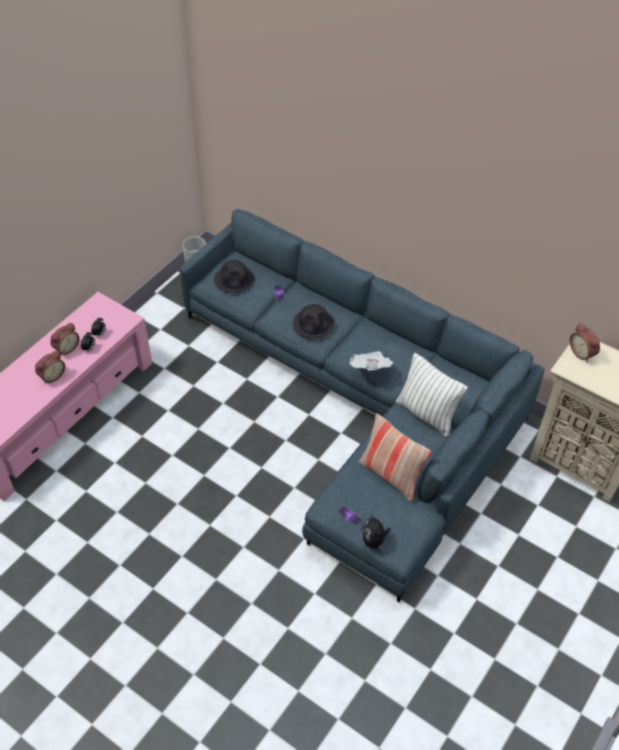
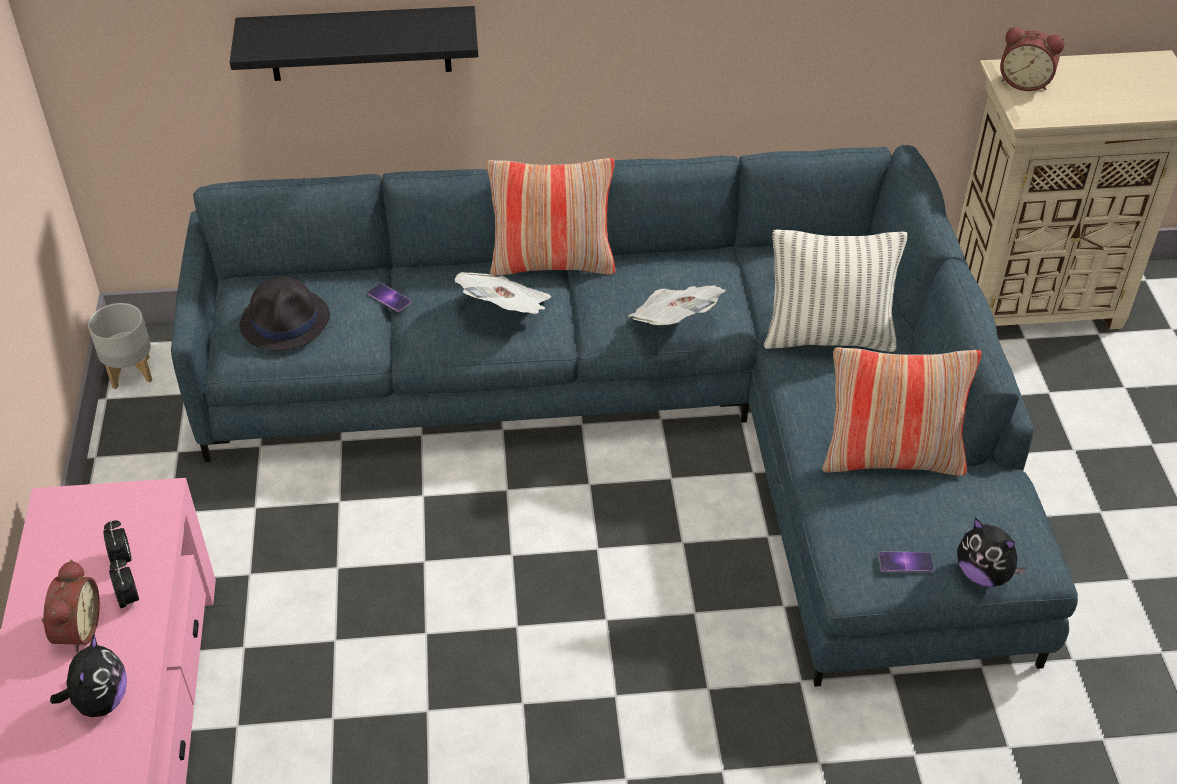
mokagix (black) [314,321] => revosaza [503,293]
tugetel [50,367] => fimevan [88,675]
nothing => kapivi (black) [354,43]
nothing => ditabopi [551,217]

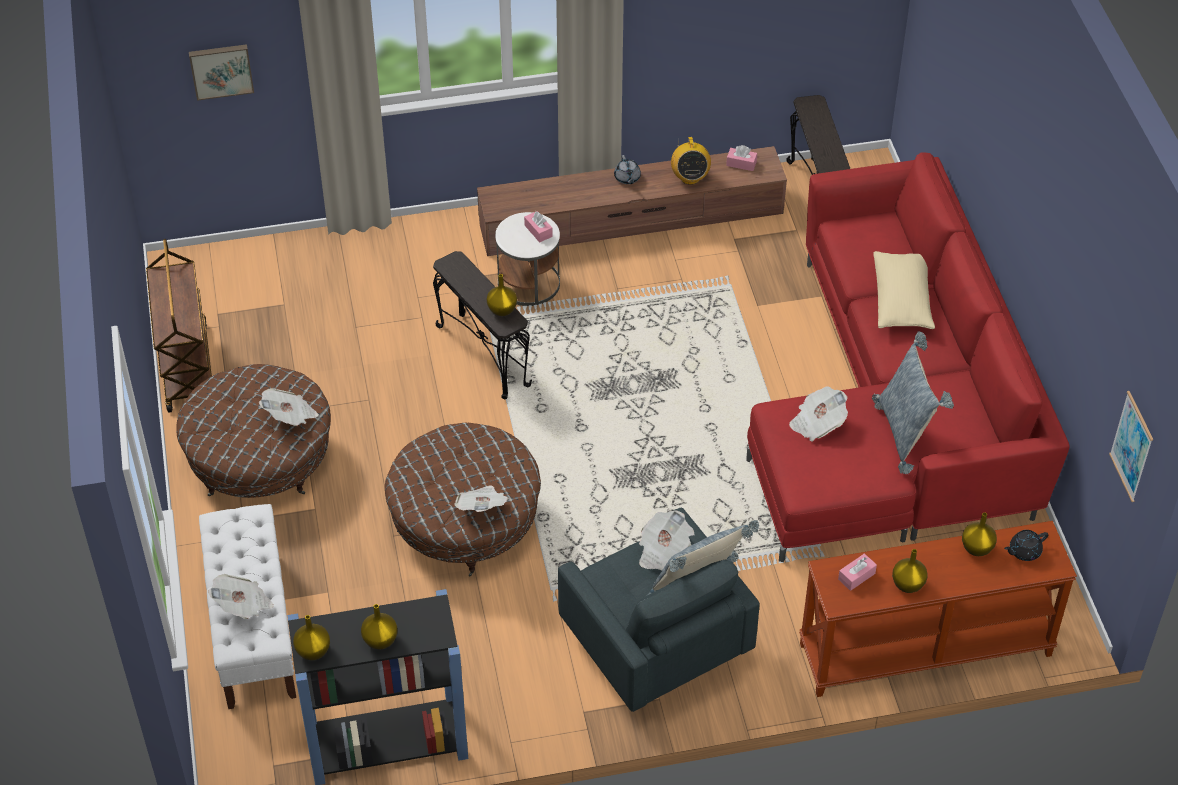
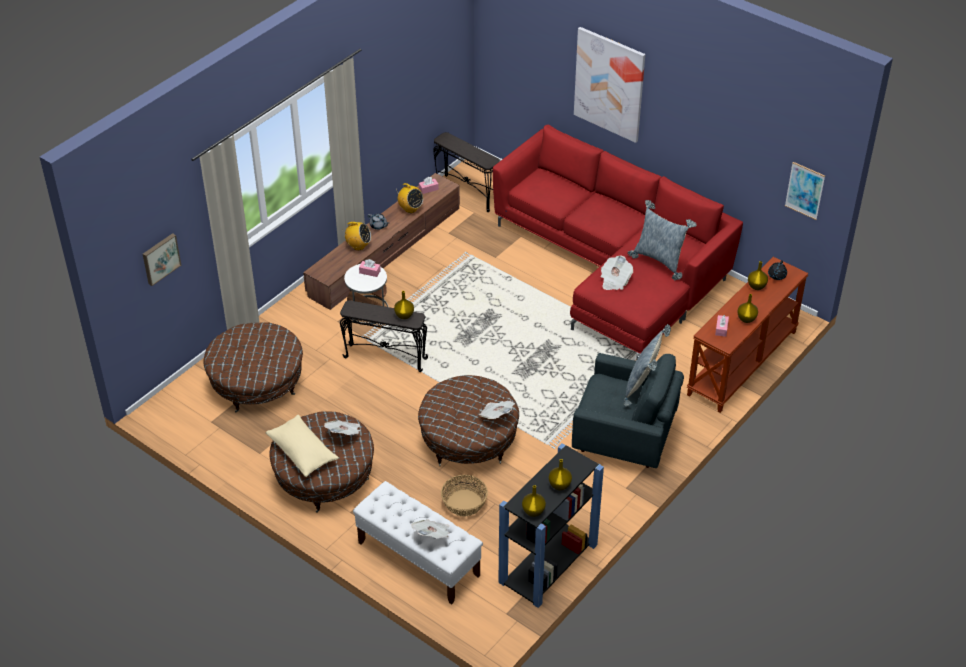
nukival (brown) [179,326] => nothing
ditabopi (beige) [904,290] => ditabopi (beige) [302,446], relocated
revosaza [666,541] => nothing
nothing => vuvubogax [609,85]
nothing => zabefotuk [357,236]
nothing => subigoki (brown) [253,367]
nothing => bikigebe [464,495]

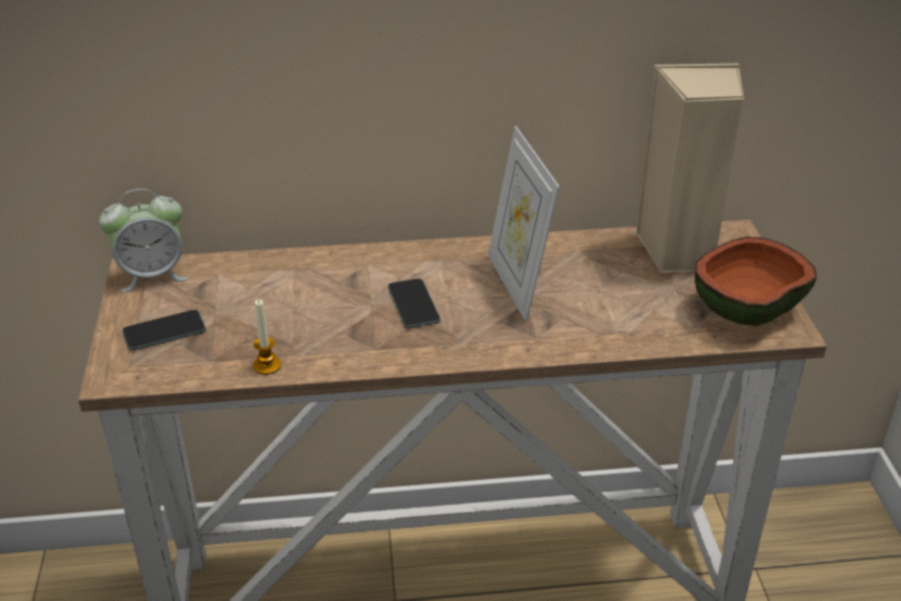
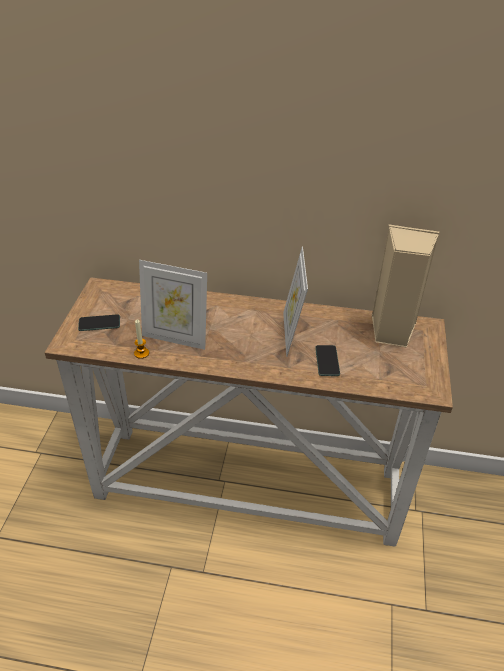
tugetel [144,240] => nothing
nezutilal [756,281] => nothing
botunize [414,303] => botunize [327,360], relocated
nothing => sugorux [173,305]

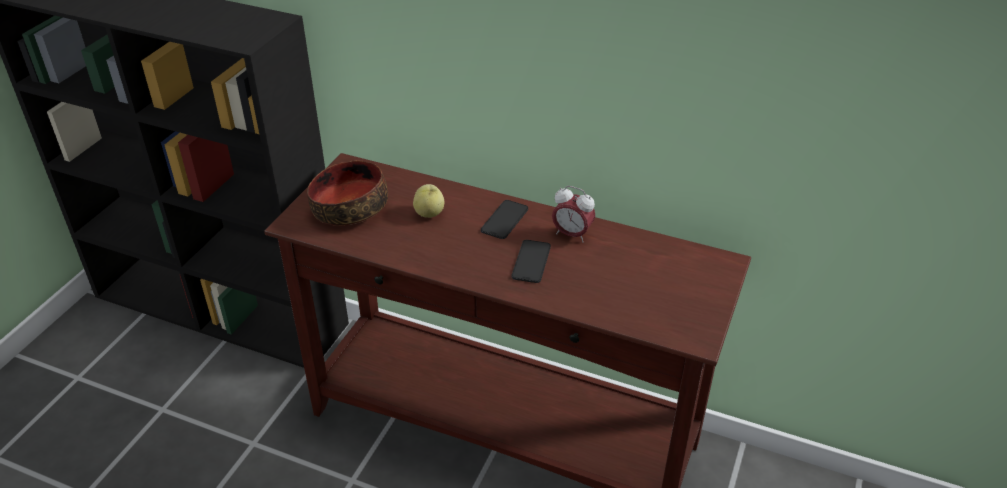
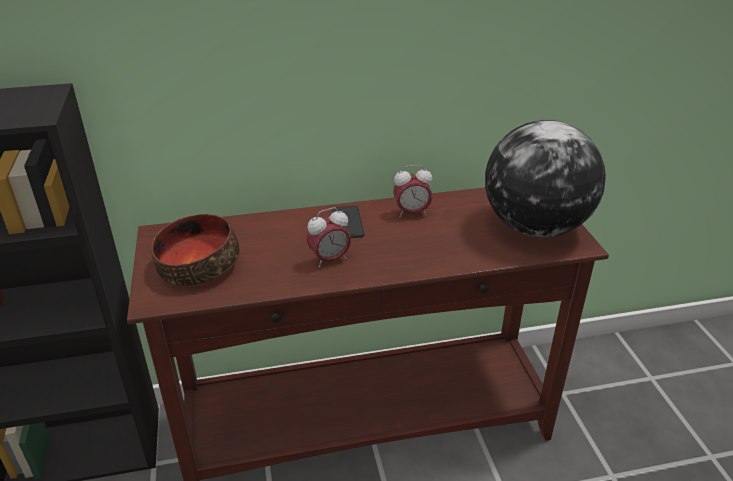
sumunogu [428,201] => nothing
botunize [531,261] => nothing
nothing => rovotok [545,178]
nothing => tugetel [329,238]

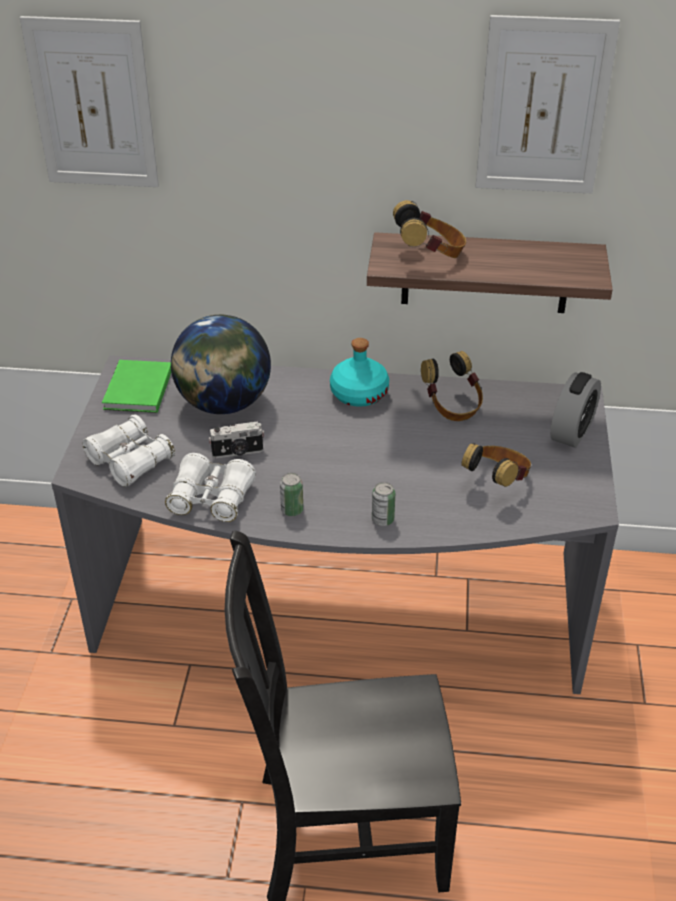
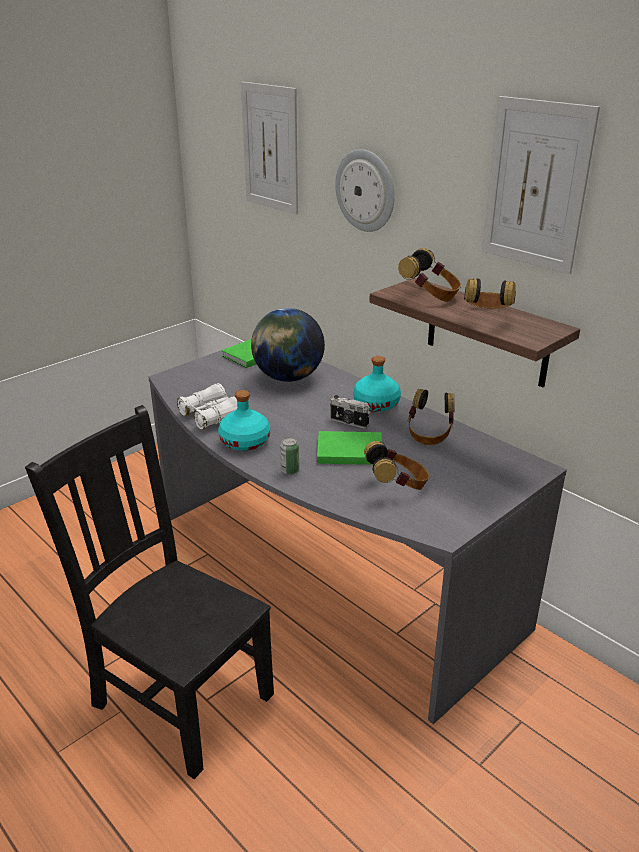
tugetel [575,410] => nothing
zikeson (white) [128,450] => nothing
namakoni [236,440] => namakoni [350,411], relocated
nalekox [291,494] => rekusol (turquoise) [244,420]
nothing => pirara [365,190]
nothing => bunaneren [490,293]
nothing => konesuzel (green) [349,448]

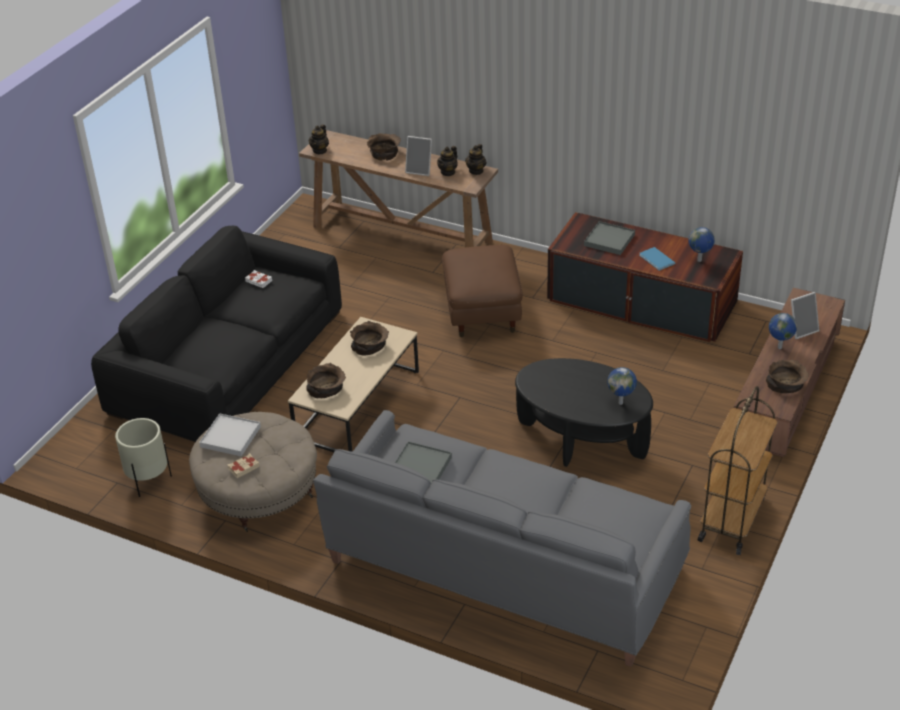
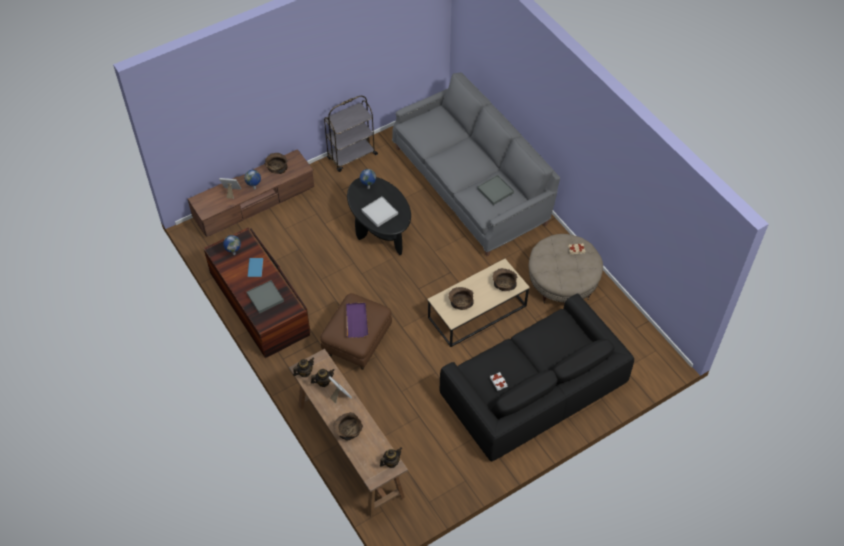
nukival (brown) [738,470] => nukival (grey) [351,134]
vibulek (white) [230,434] => vibulek (white) [379,212], relocated
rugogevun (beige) [143,457] => nothing
nothing => vibulek (purple) [357,320]

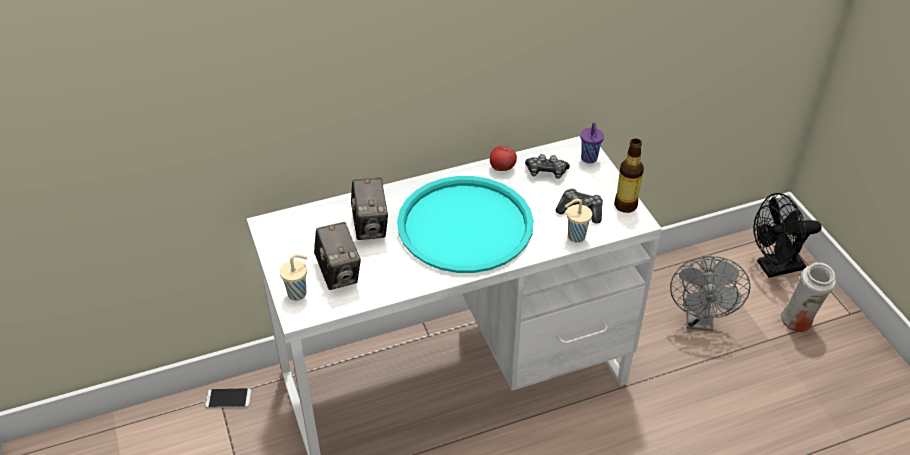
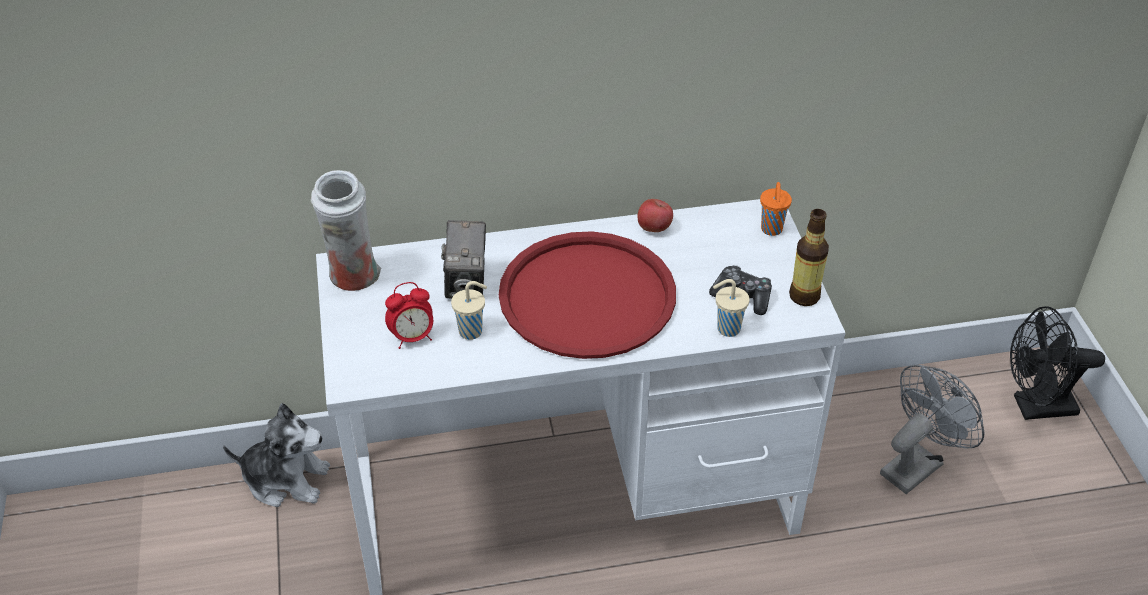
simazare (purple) [592,143] => simazare (orange) [776,209]
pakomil [547,166] => nothing
vibulek (turquoise) [465,224] => vibulek (red) [587,295]
namakoni [337,256] => tugetel [409,315]
simazare (beige) [293,277] => simazare (beige) [469,310], relocated
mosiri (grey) [710,293] => mosiri (grey) [932,429], 150 degrees counterclockwise
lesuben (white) [808,297] => lesuben (white) [346,230], relocated
botunize [228,398] => fimevan [276,455]

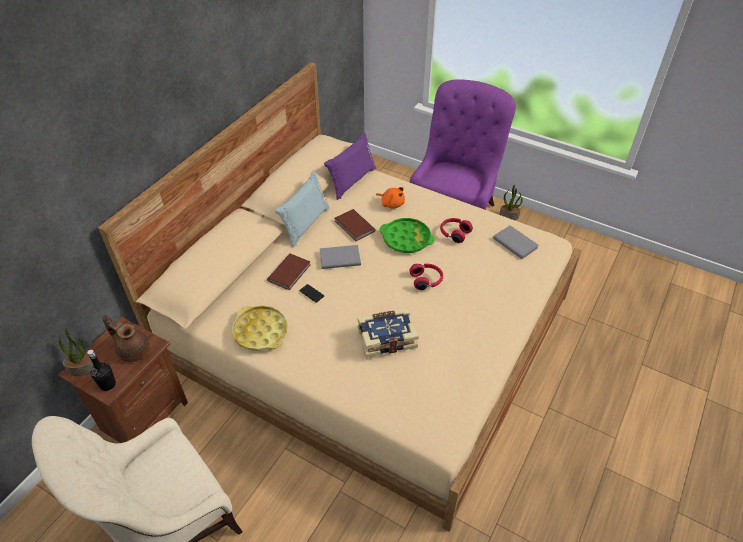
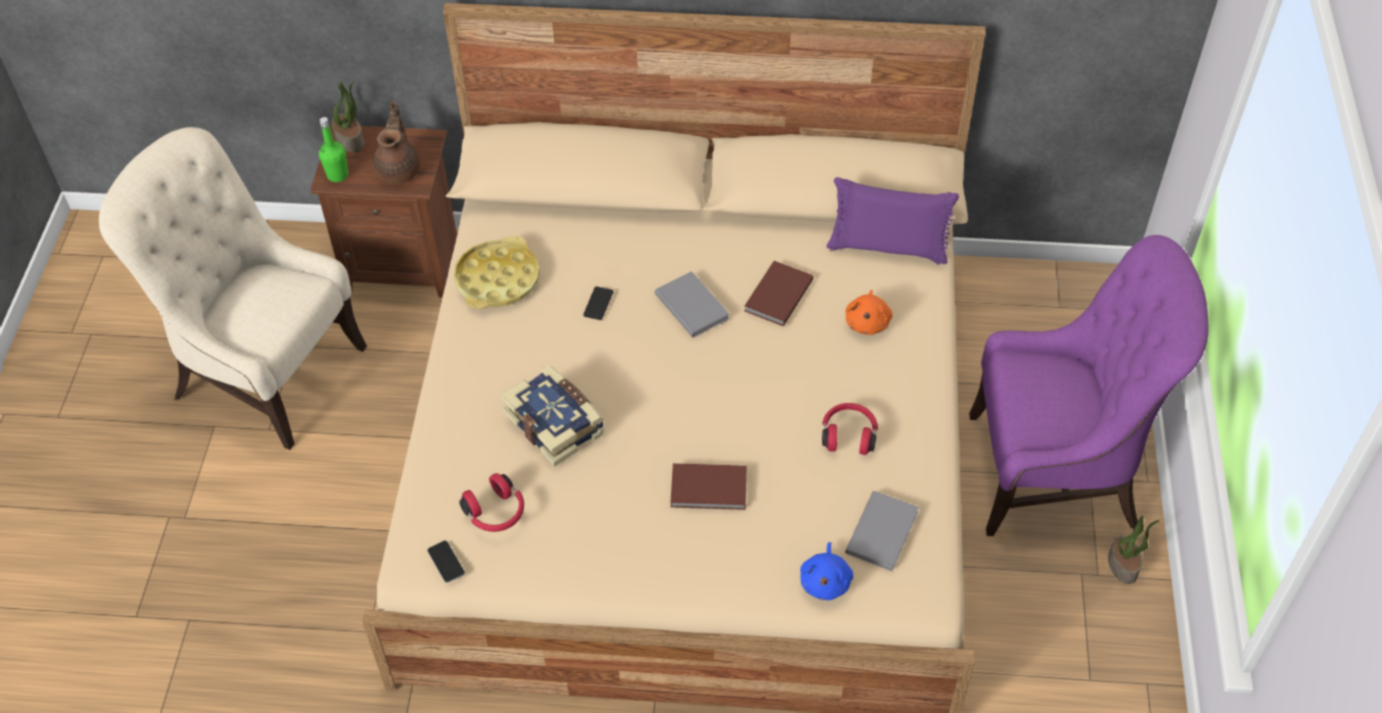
ditabopi (blue) [302,209] => nothing
vibulek (green) [407,235] => nothing
konesuzel (brown) [289,271] => konesuzel (brown) [708,486], relocated
bunaneren (red) [426,277] => bunaneren (red) [491,502], relocated
rekusol (black) [101,370] => rekusol (green) [333,149]
nothing => botunize [446,562]
nothing => fimevan (blue) [826,571]

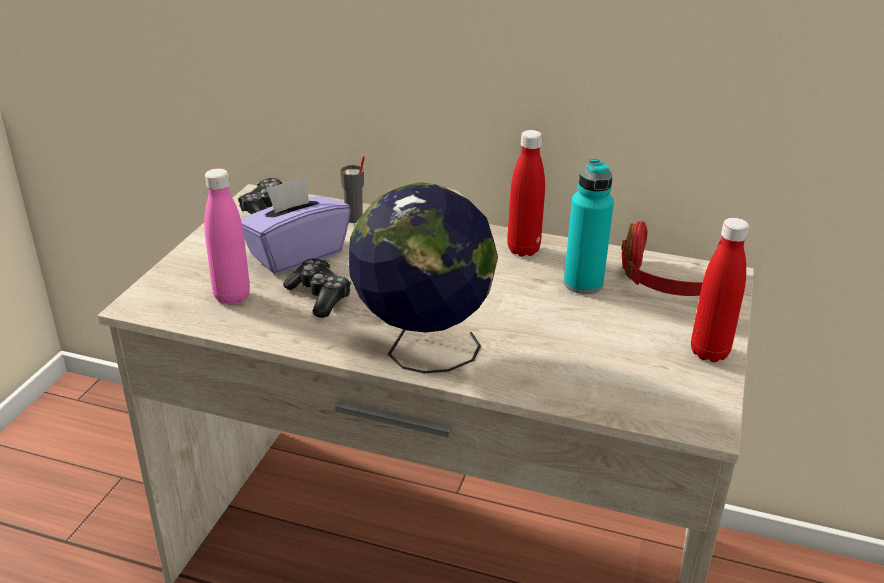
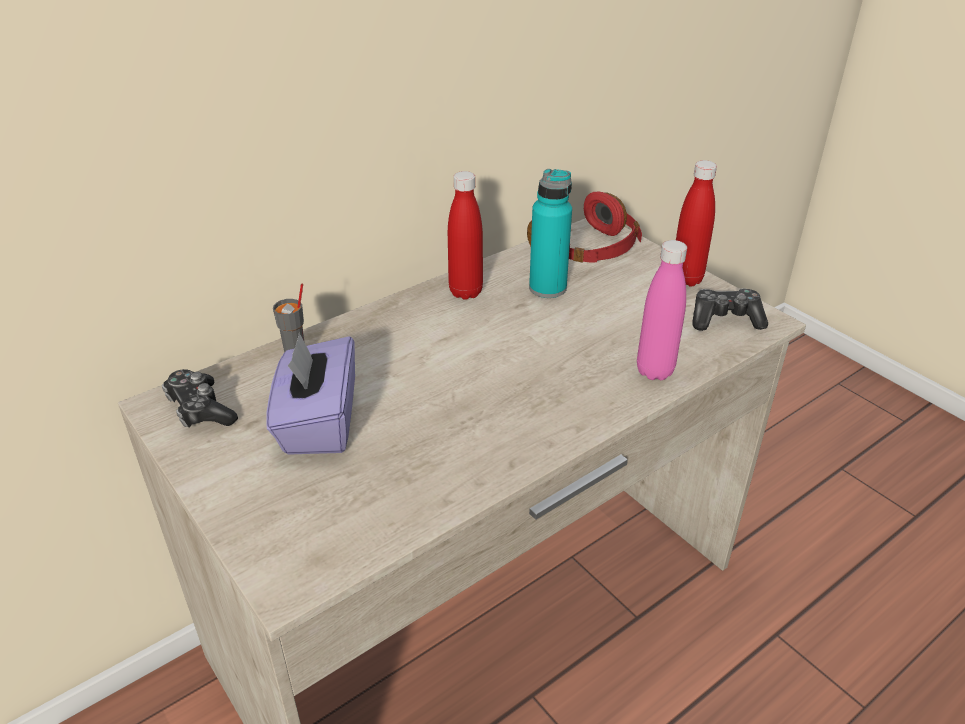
rekusol (pink) [227,236] => rekusol (pink) [662,310], relocated
rovotok [423,278] => nothing
pakomil [317,288] => pakomil [730,309], relocated

